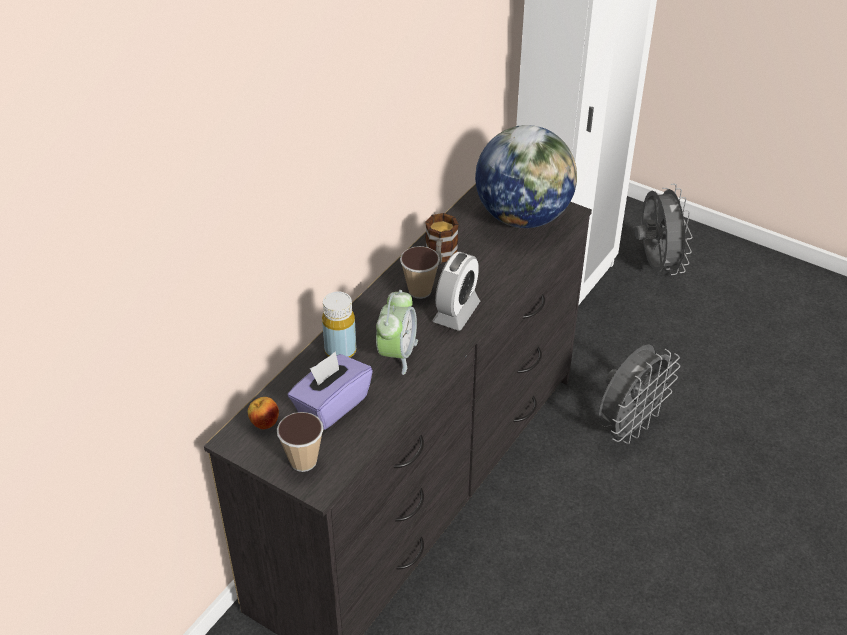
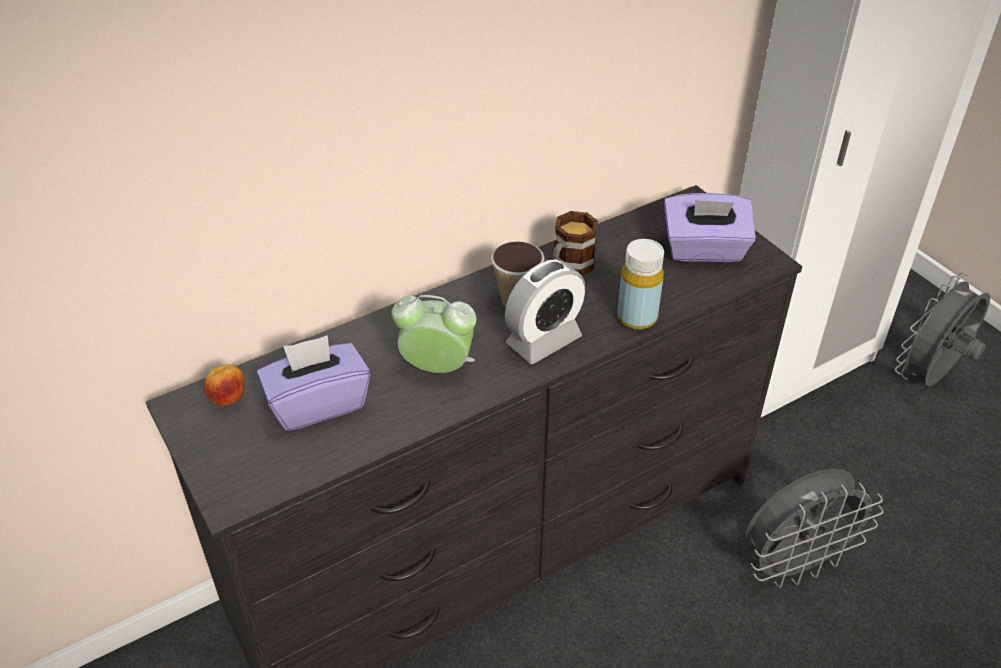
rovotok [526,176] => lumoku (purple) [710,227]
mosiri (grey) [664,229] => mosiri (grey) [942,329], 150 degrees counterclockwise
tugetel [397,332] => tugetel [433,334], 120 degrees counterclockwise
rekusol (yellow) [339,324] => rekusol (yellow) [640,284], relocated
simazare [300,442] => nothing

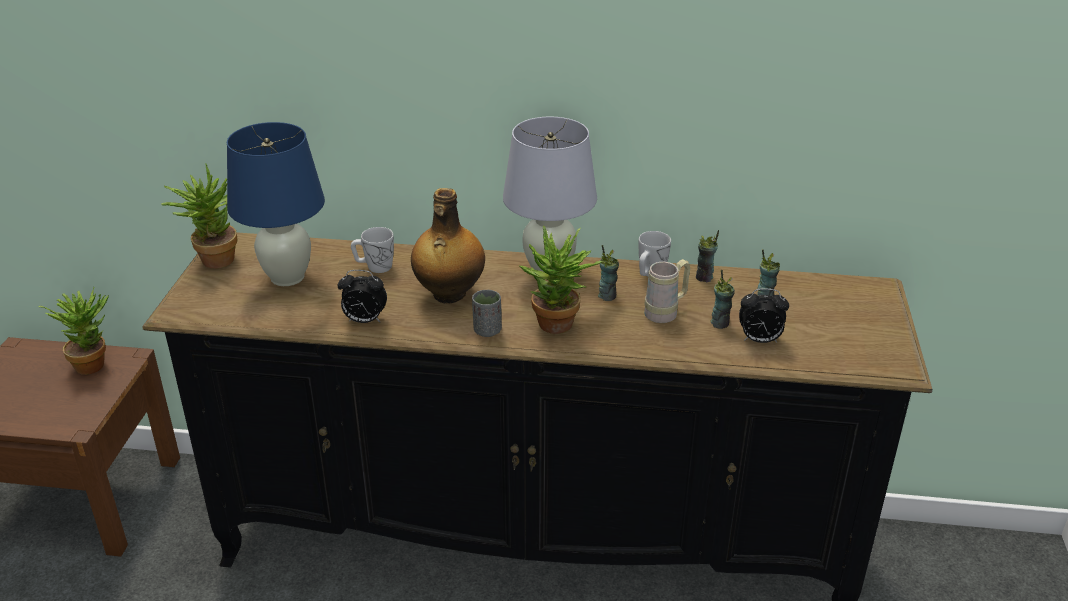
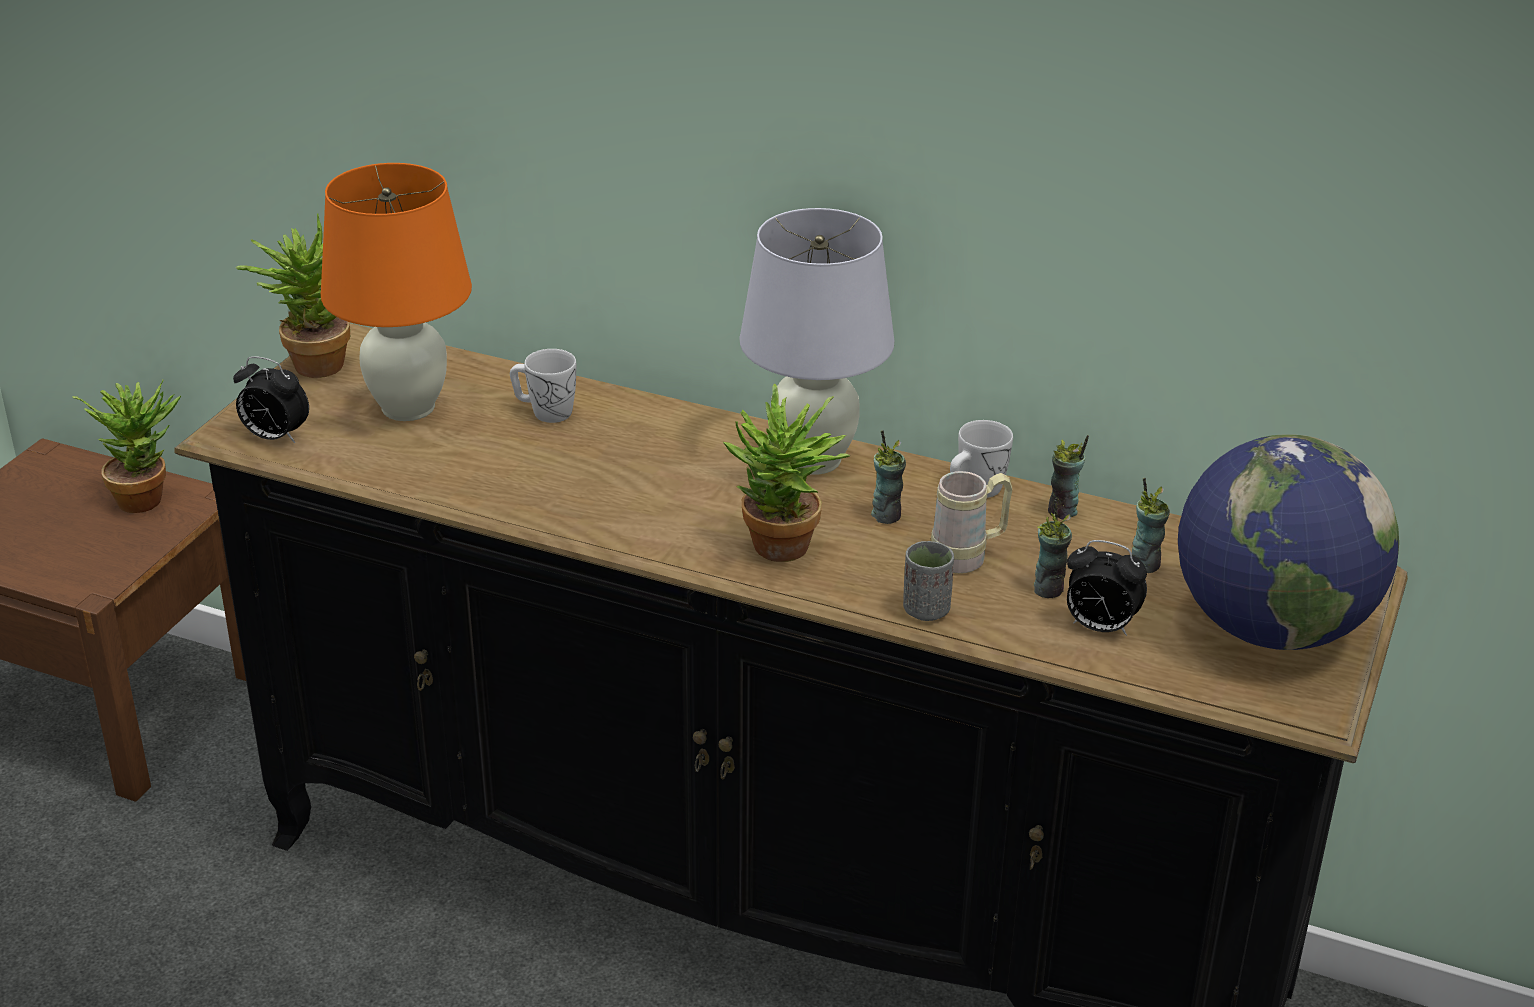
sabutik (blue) [276,204] => sabutik (orange) [396,292]
rekusol [448,245] => nothing
tugetel [362,296] => tugetel [271,399], relocated
simazare (grey) [487,313] => simazare (grey) [928,581], relocated
nothing => rovotok [1288,542]

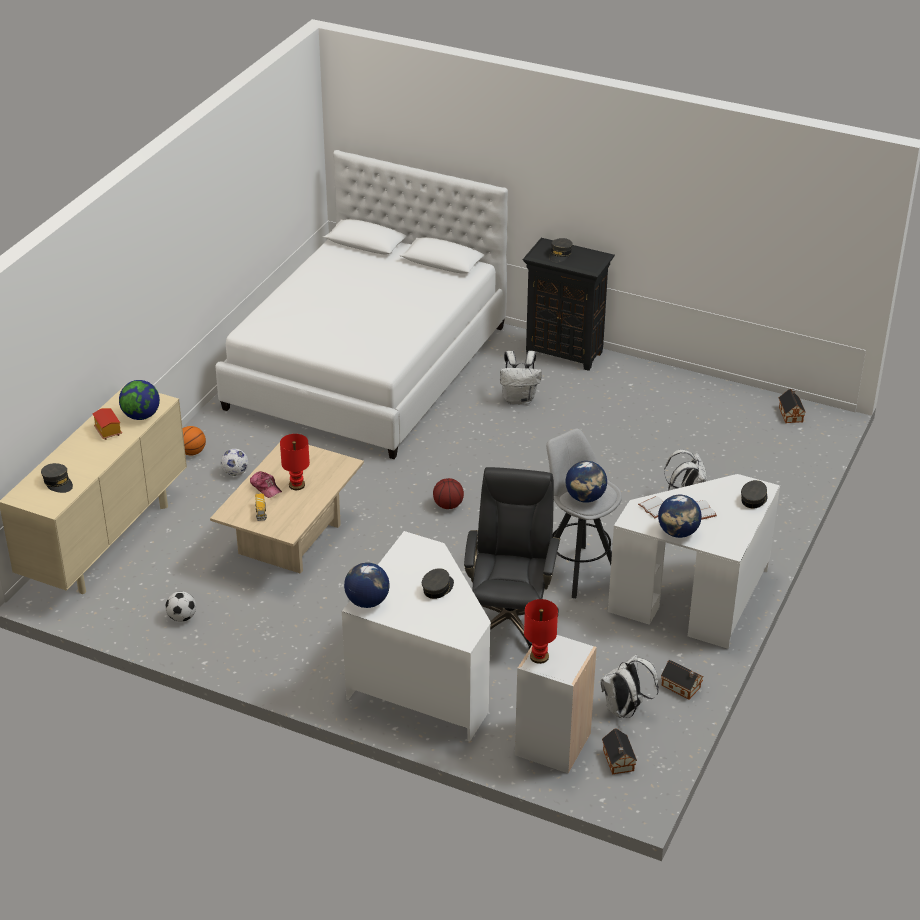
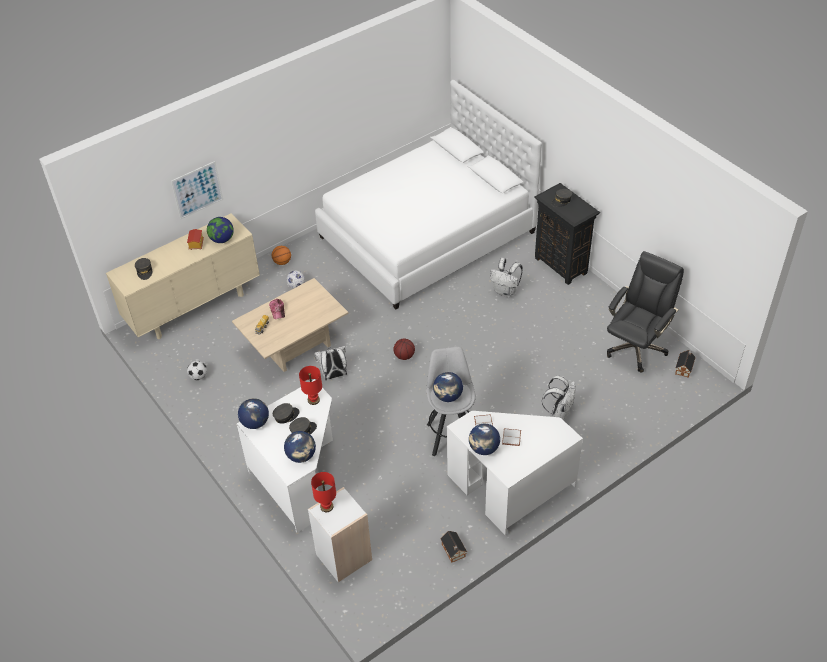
sabutik (red) [295,462] => sabutik (red) [310,385], relocated
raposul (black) [512,558] => raposul (black) [645,312], relocated
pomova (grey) [754,494] => pomova (grey) [286,413], relocated
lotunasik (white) [630,686] => lotunasik (white) [330,363], relocated
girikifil [619,751] => nothing
nothing => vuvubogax [197,190]
nothing => rovotok [300,447]

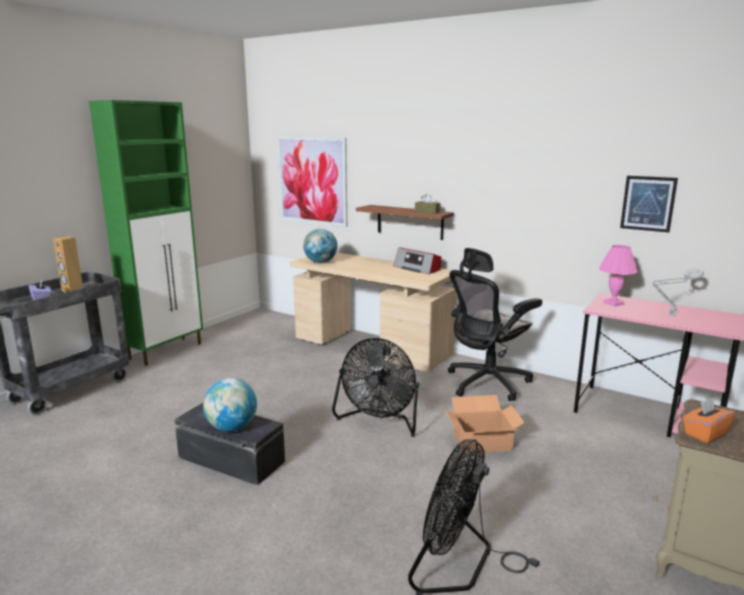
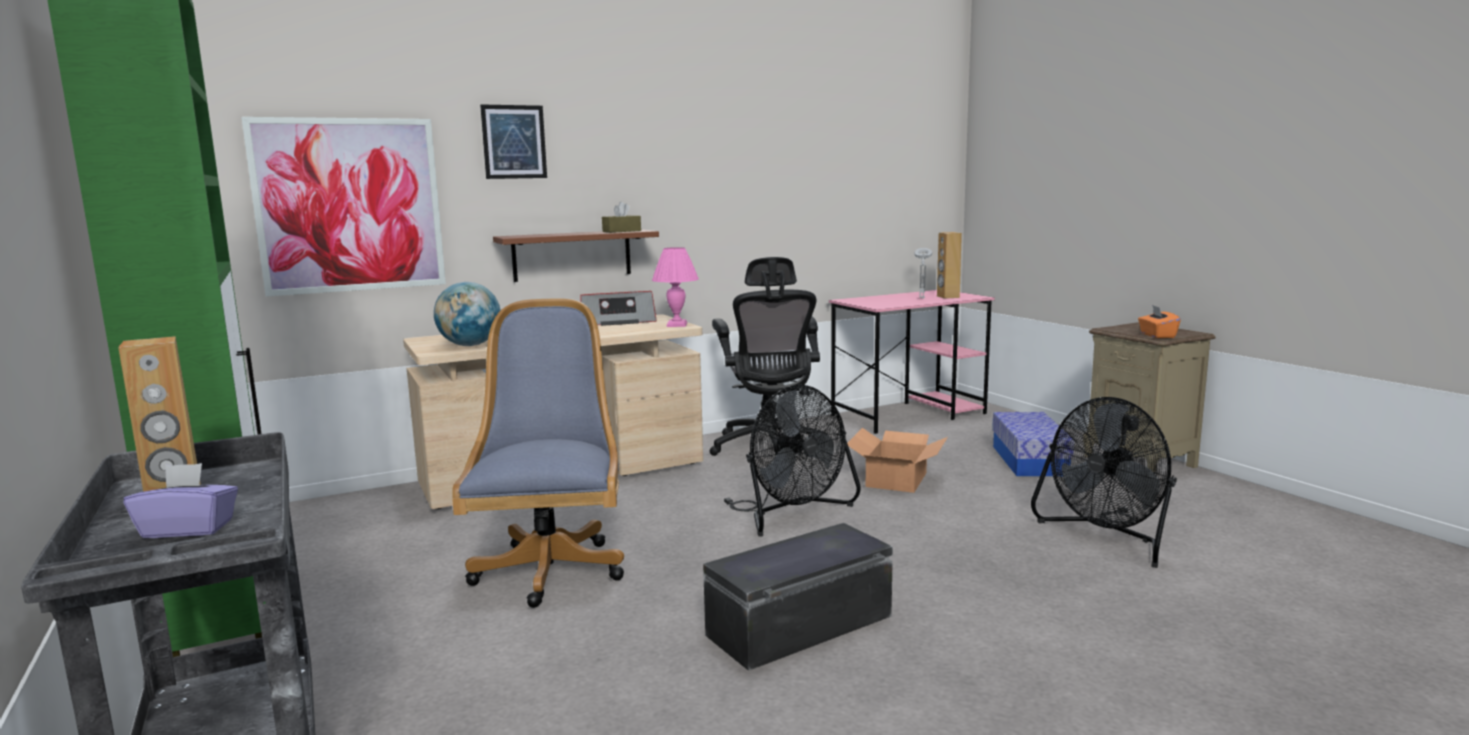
vuvubogax [649,204] => vuvubogax [513,141], relocated
sabutik (pink) [618,276] => sabutik (pink) [675,287], relocated
rovotok [230,405] => nothing
nothing => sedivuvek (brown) [949,265]
nothing => raposul (blue) [538,453]
nothing => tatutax [1033,444]

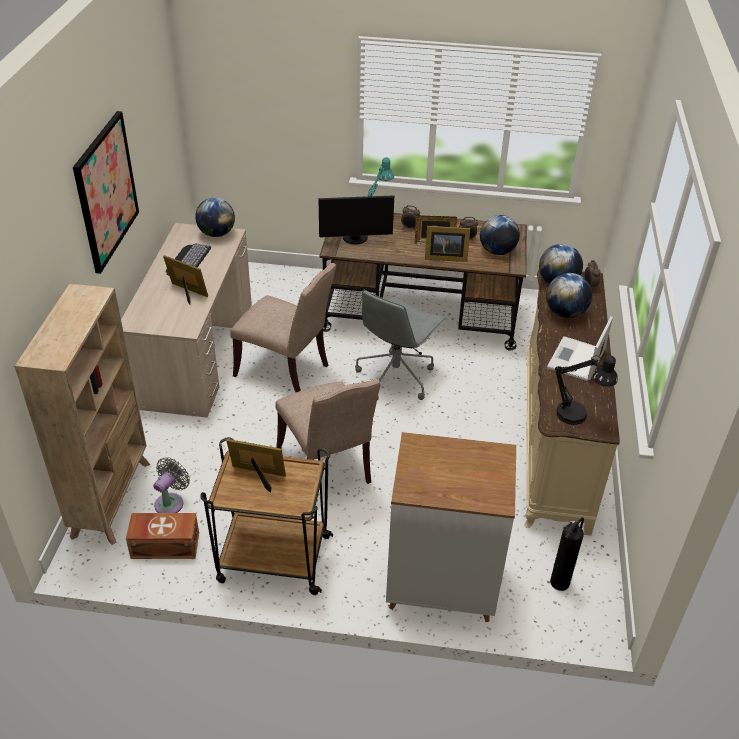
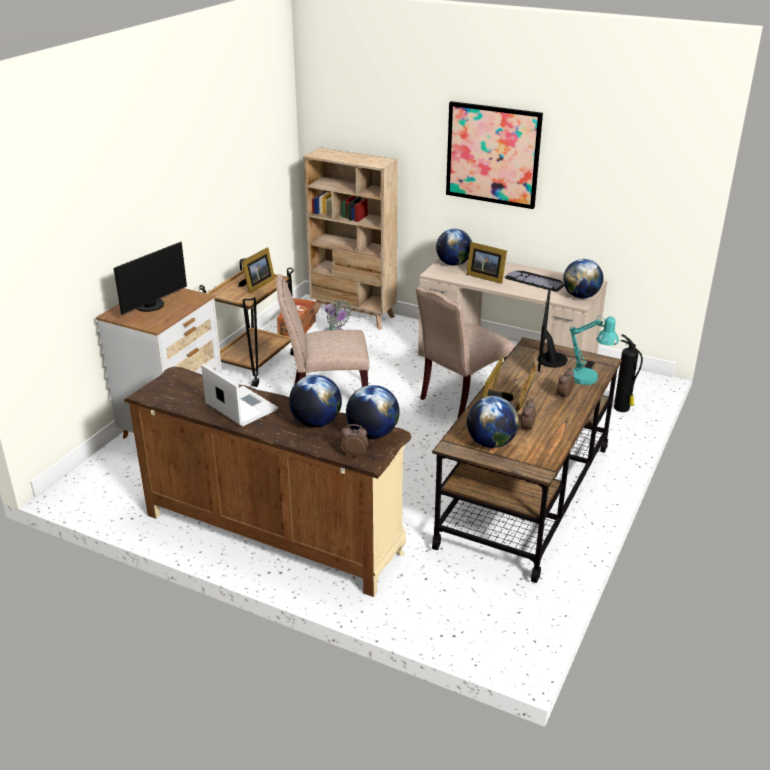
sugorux [185,280] => sugorux [486,263], 75 degrees clockwise
raposul (grey) [401,345] => nothing
sabutik (black) [586,390] => nothing
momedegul [567,554] => momedegul [628,373], relocated
nothing => rovotok [454,247]
nothing => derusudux [150,278]

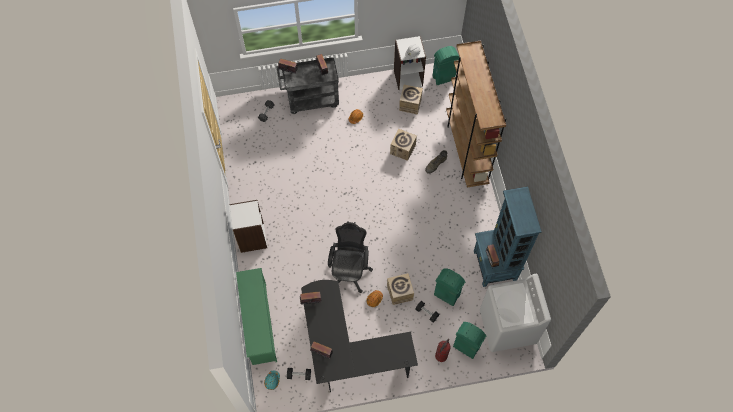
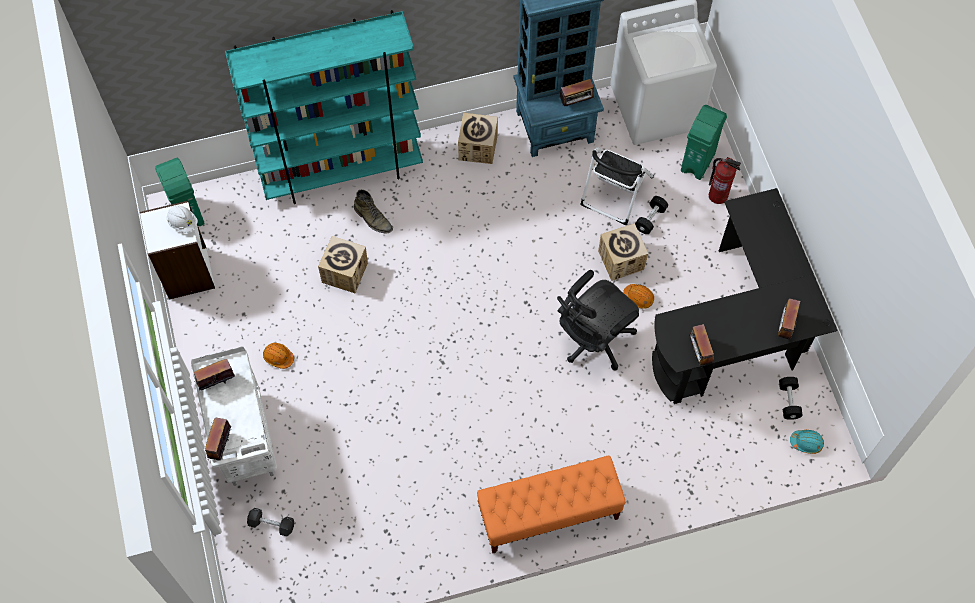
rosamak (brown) [476,114] => rosamak (turquoise) [324,107]
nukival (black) [308,85] => nukival (white) [234,416]
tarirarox [411,100] => tarirarox [478,138], relocated
rosamak (white) [248,226] => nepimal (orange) [551,504]
raposul [350,257] => raposul [598,320], 45 degrees counterclockwise
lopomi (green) [256,316] => nothing
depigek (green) [449,287] => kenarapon [617,186]

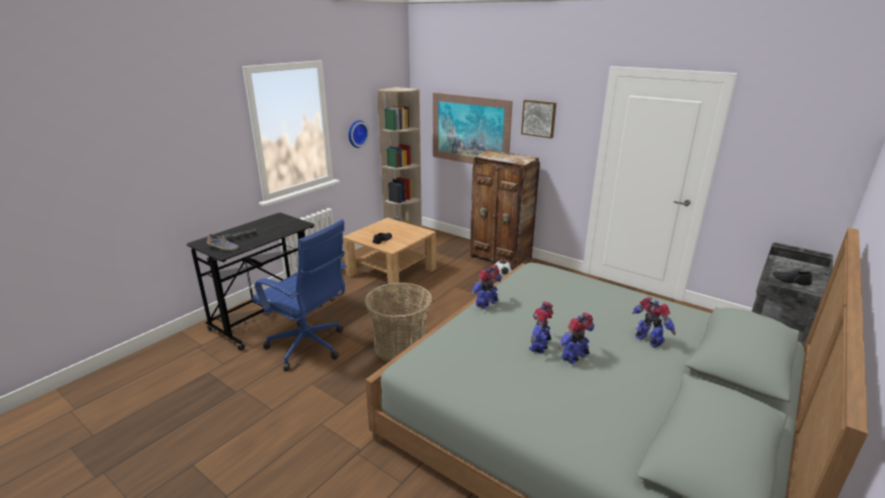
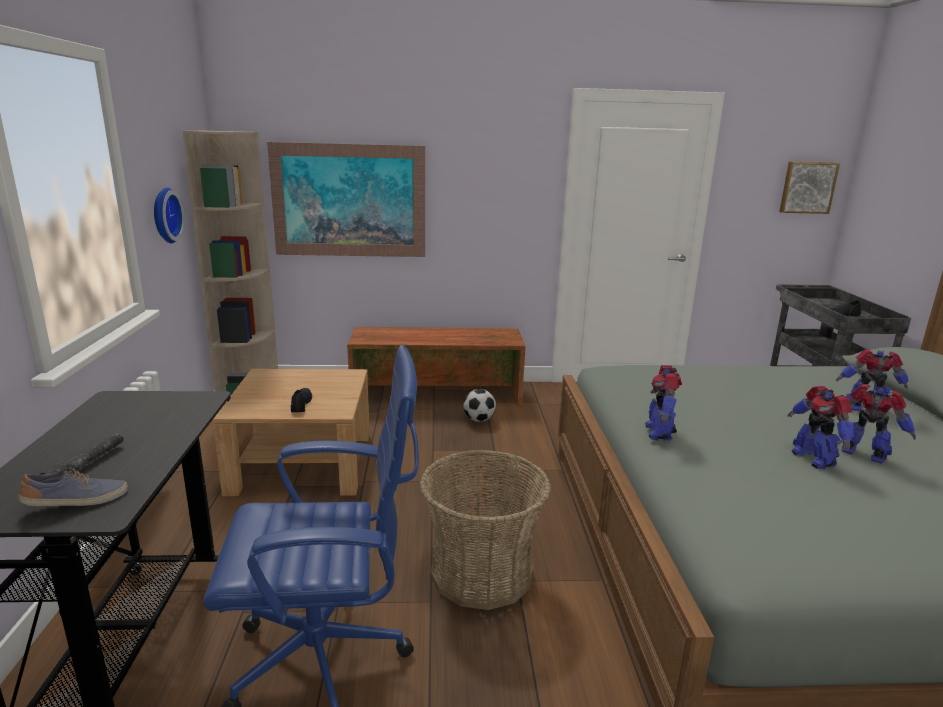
vuvubogax [538,119] => vuvubogax [809,188], relocated
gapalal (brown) [505,210] => nepimal (brown) [436,366]
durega [576,338] => durega [879,424], 120 degrees clockwise

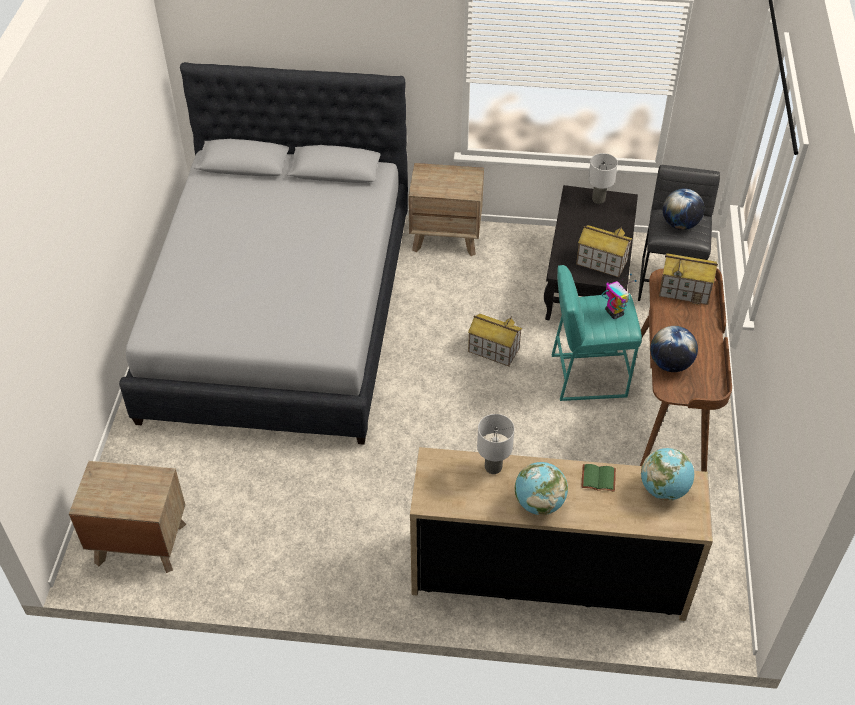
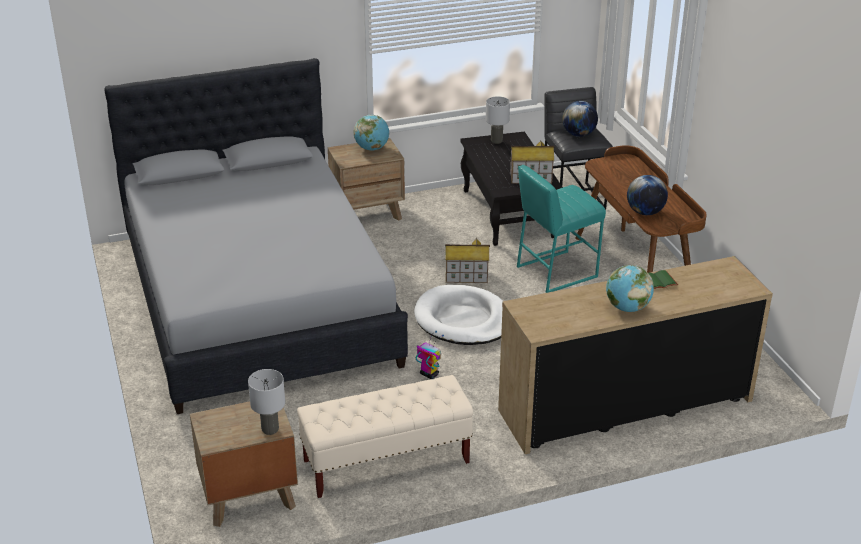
girikifil [688,279] => nothing
durega [619,296] => durega [430,355], relocated
sabutik (white) [495,444] => sabutik (white) [266,402], relocated
rovotok [667,474] => rovotok [371,133], relocated
nothing => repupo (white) [458,315]
nothing => nepimal (beige) [385,436]

